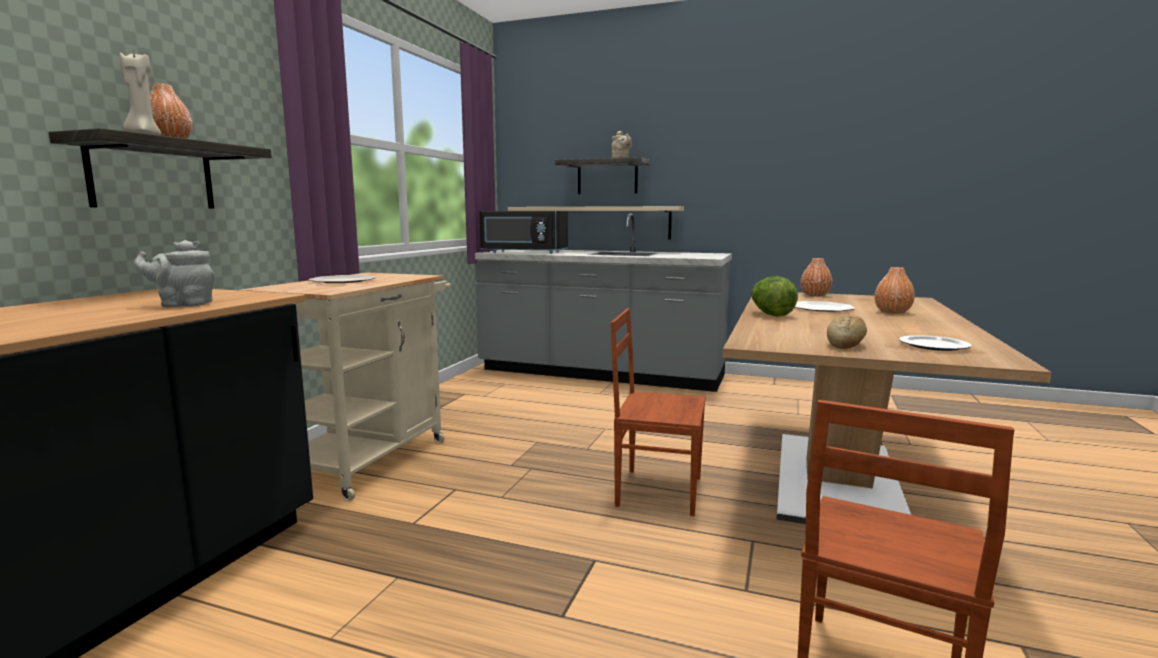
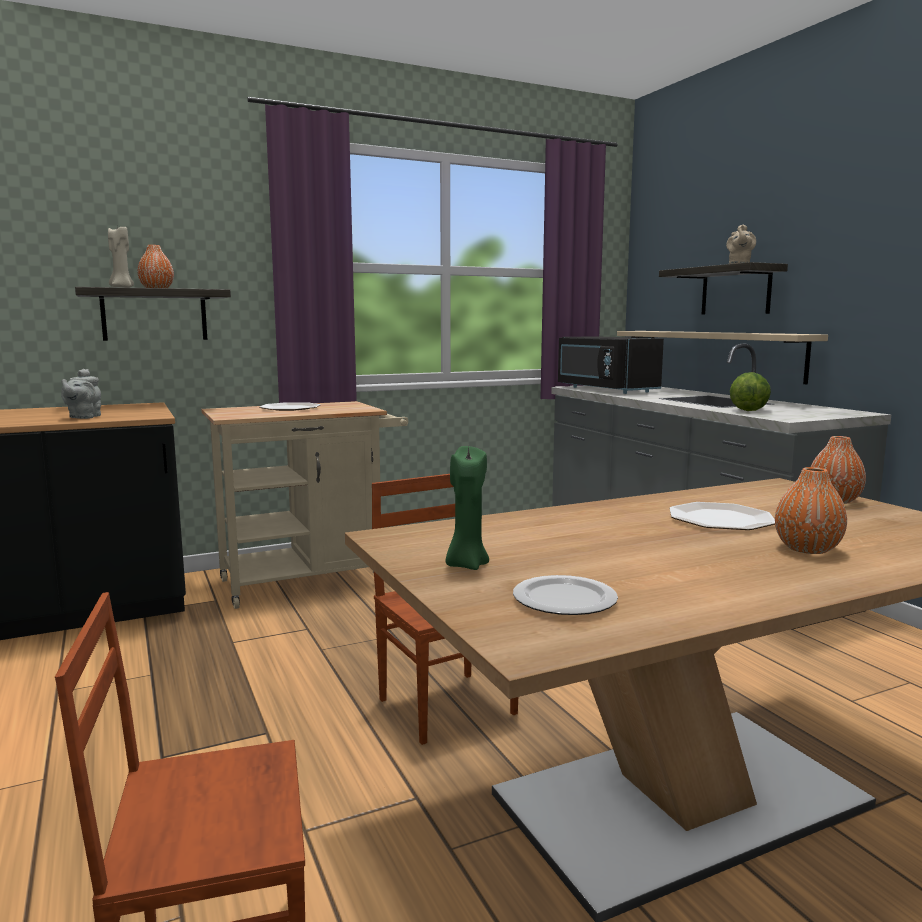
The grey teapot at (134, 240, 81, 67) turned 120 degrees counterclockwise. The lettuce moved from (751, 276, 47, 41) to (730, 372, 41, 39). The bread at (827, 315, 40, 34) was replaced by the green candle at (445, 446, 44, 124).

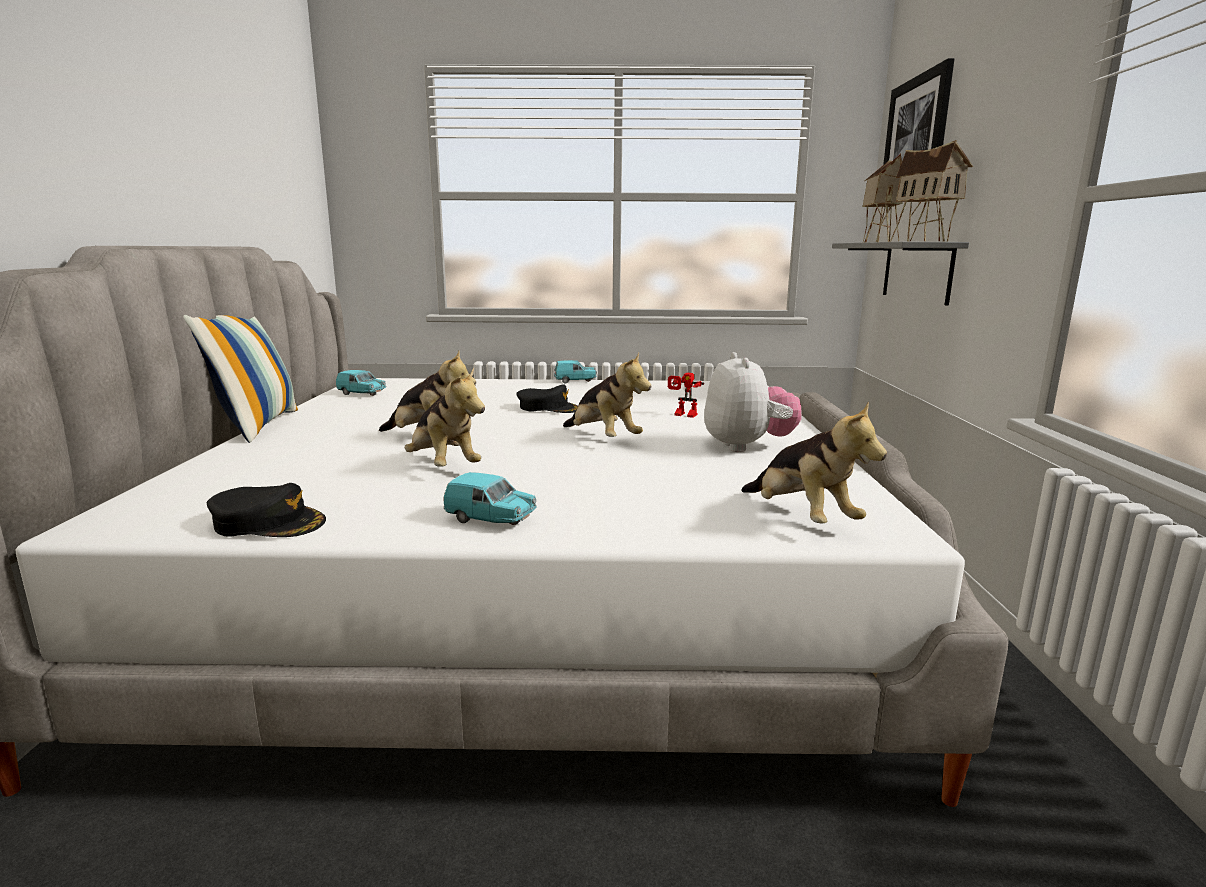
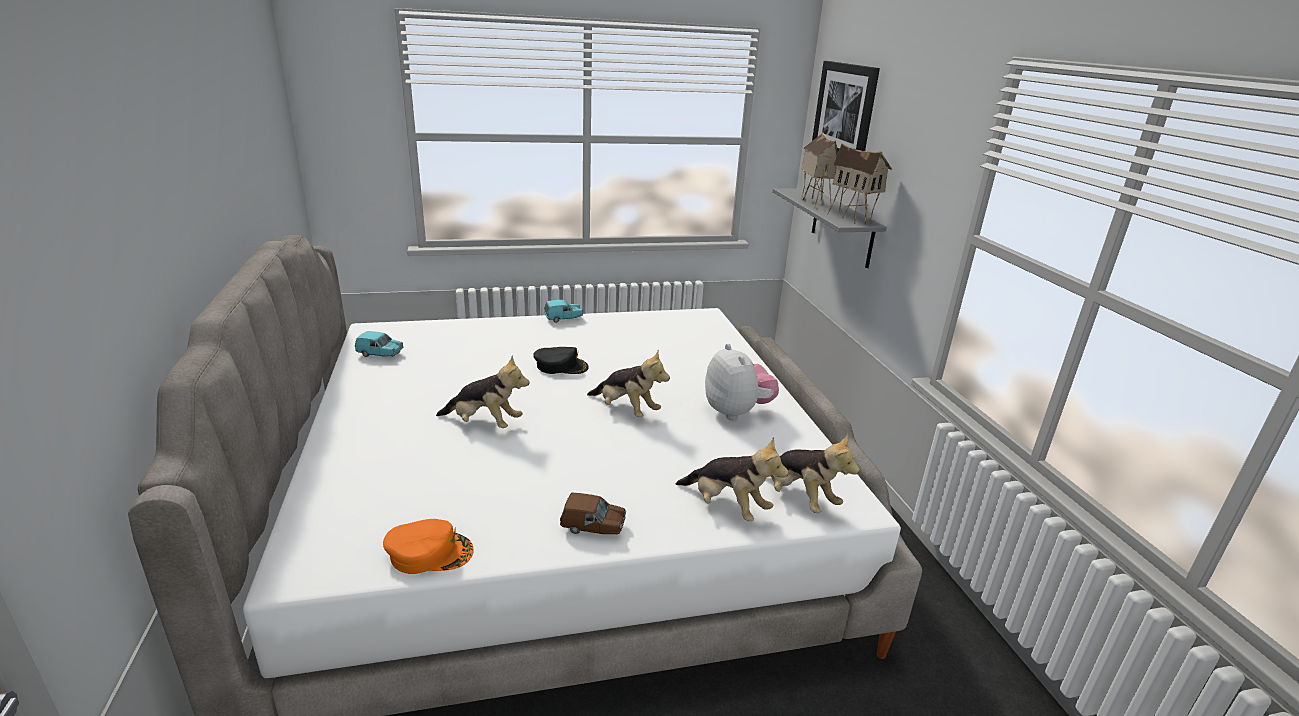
The pillow at (183, 315, 115, 128) disappeared. The plush toy moved from (405, 368, 80, 99) to (676, 437, 113, 84). The toy robot at (668, 373, 36, 45) disappeared. The turquoise toy car at (443, 472, 94, 53) became the brown toy car at (560, 493, 66, 41). The black cap at (207, 483, 119, 54) became the orange cap at (383, 519, 91, 55).

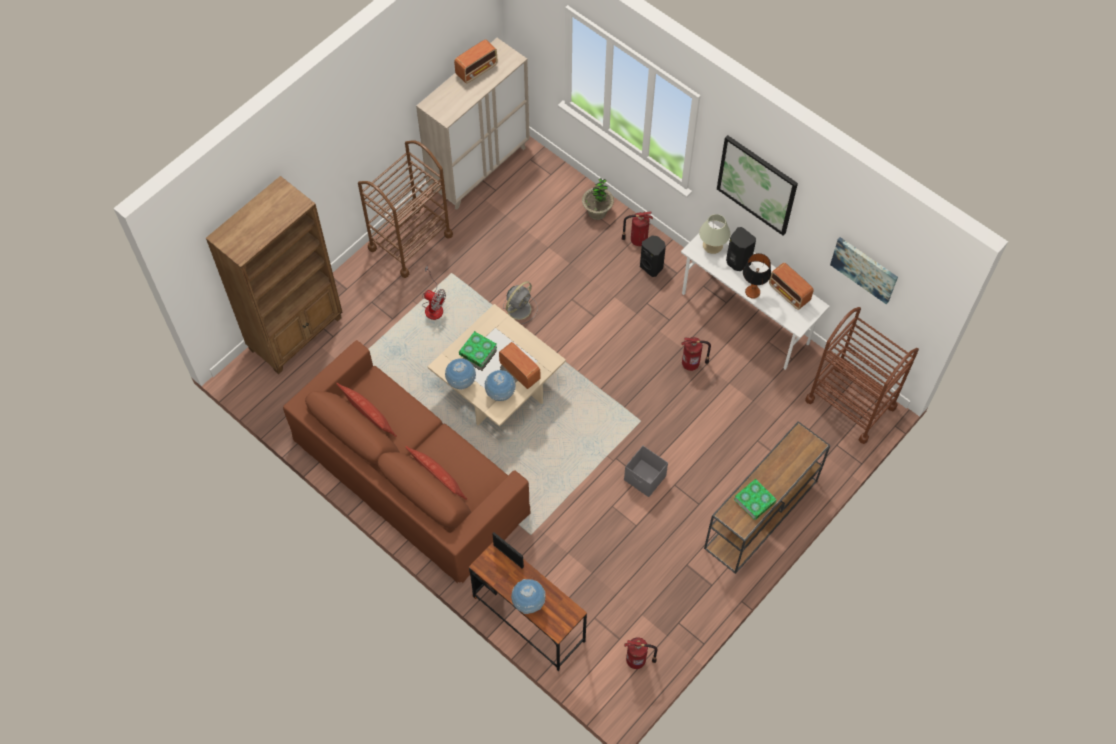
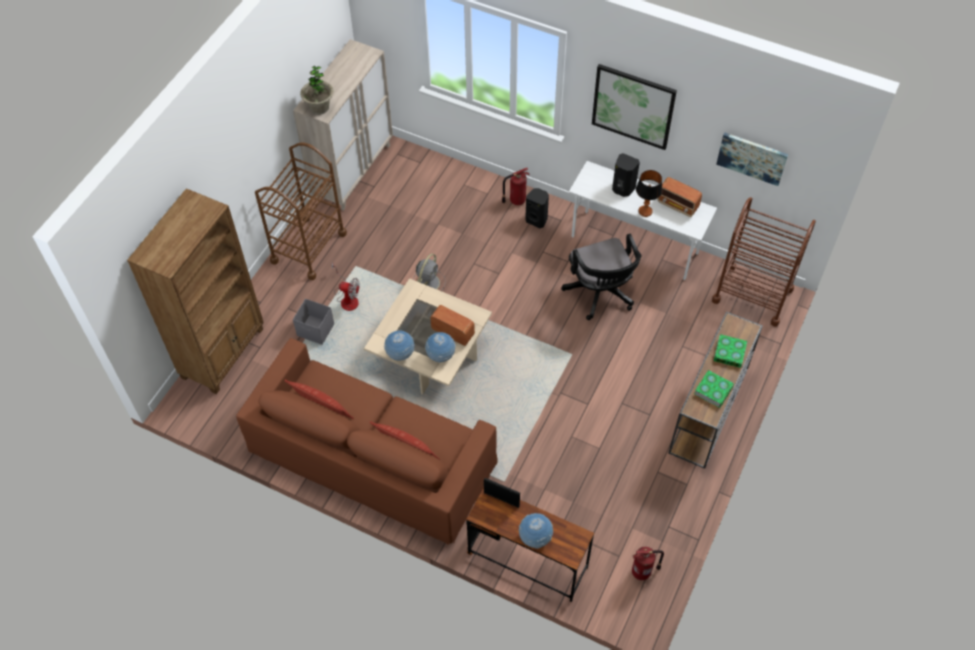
The radio at (454, 39, 43, 44) disappeared. The potted plant moved from (582, 178, 32, 42) to (300, 66, 33, 49). The beige table lamp at (699, 214, 31, 40) disappeared. The book moved from (459, 331, 38, 37) to (713, 334, 34, 34). The fire extinguisher at (681, 337, 30, 34) was replaced by the black office chair at (561, 234, 81, 86). The grey storage box moved from (624, 446, 44, 51) to (293, 299, 41, 46).

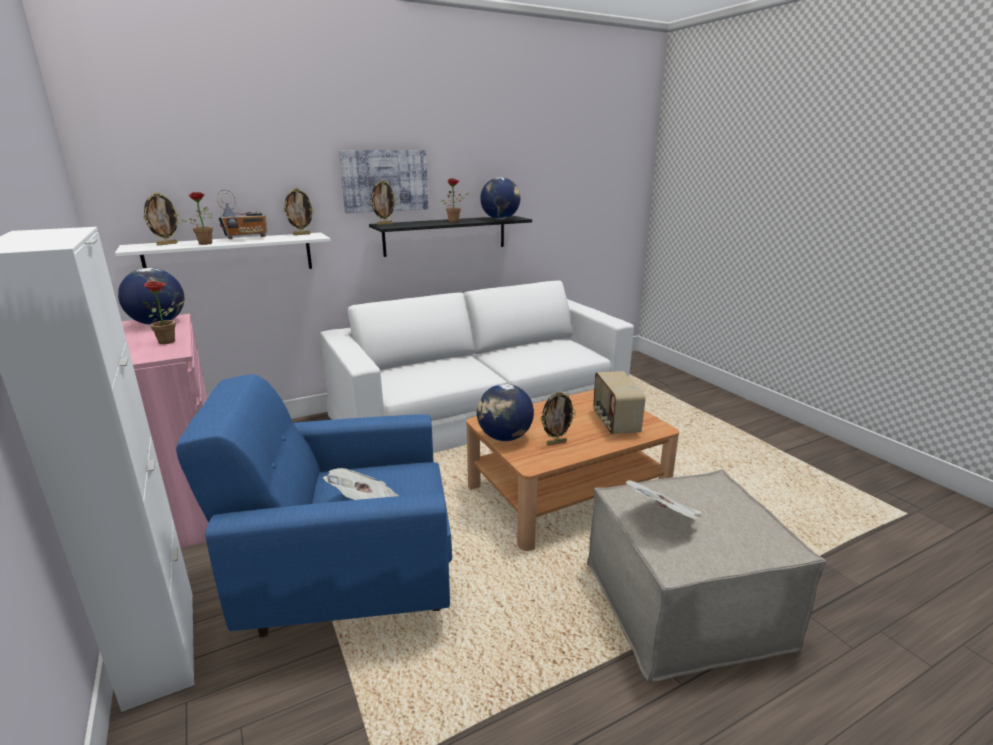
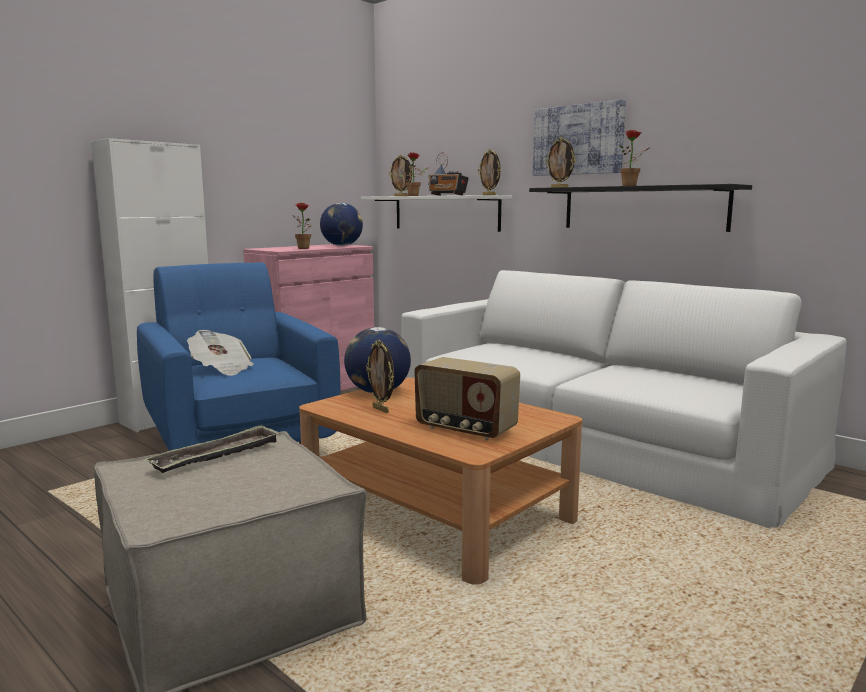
The globe at (480, 177, 40, 42) disappeared. The radio at (593, 371, 53, 63) turned 120 degrees counterclockwise. The newspaper at (626, 480, 75, 41) was replaced by the tray at (145, 425, 135, 48).

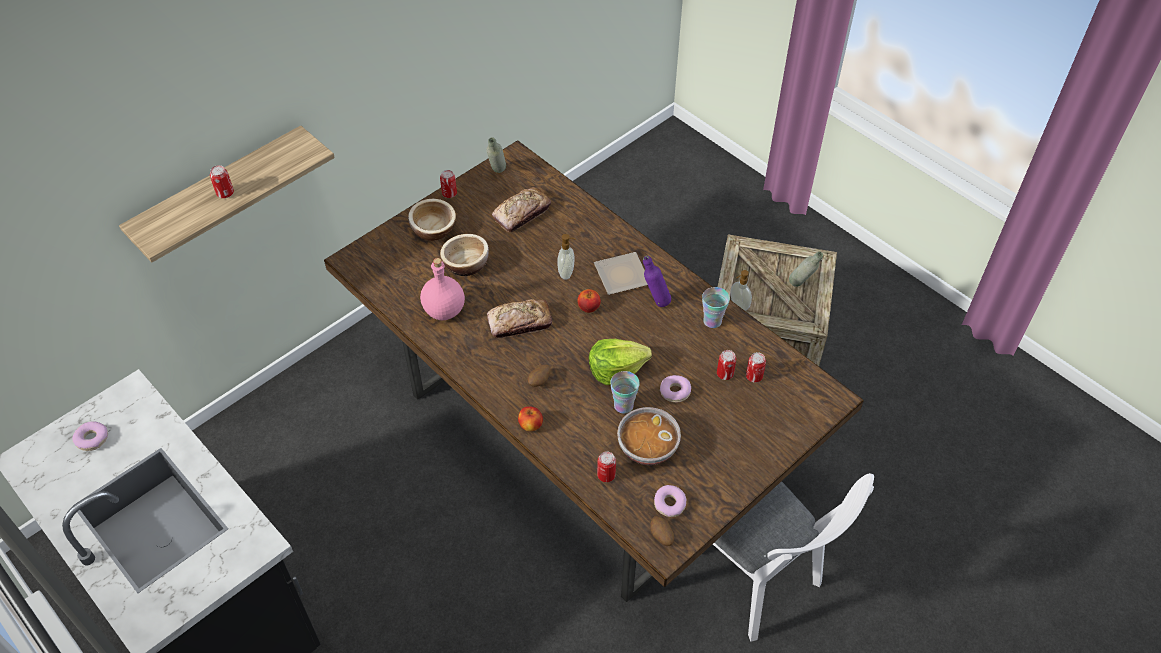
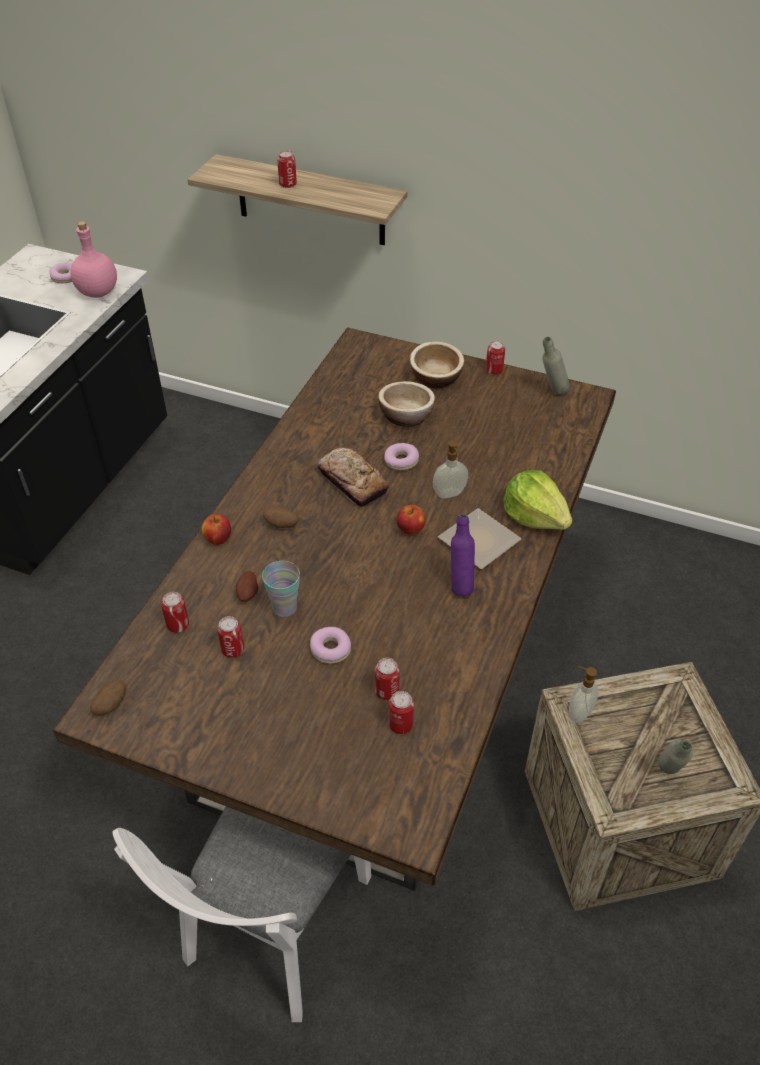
The bread at (492, 187, 59, 45) disappeared. The pink bottle moved from (420, 258, 45, 62) to (70, 221, 47, 77). The cup at (702, 287, 28, 41) disappeared. The lettuce moved from (589, 339, 63, 46) to (503, 470, 69, 60). The bowl at (617, 407, 64, 58) was replaced by the can at (217, 616, 28, 42). The donut moved from (654, 485, 33, 32) to (384, 443, 35, 27). The potato at (236, 571, 22, 31) appeared.

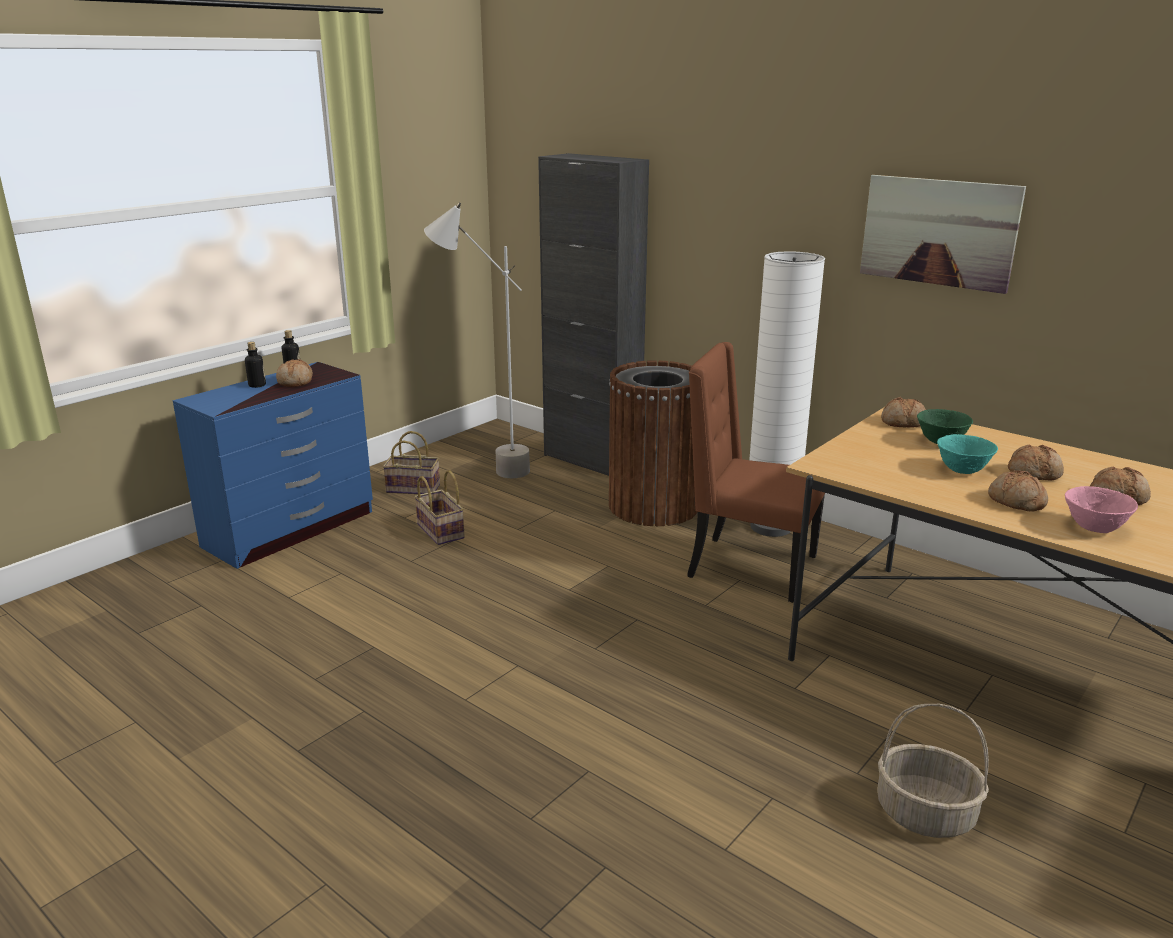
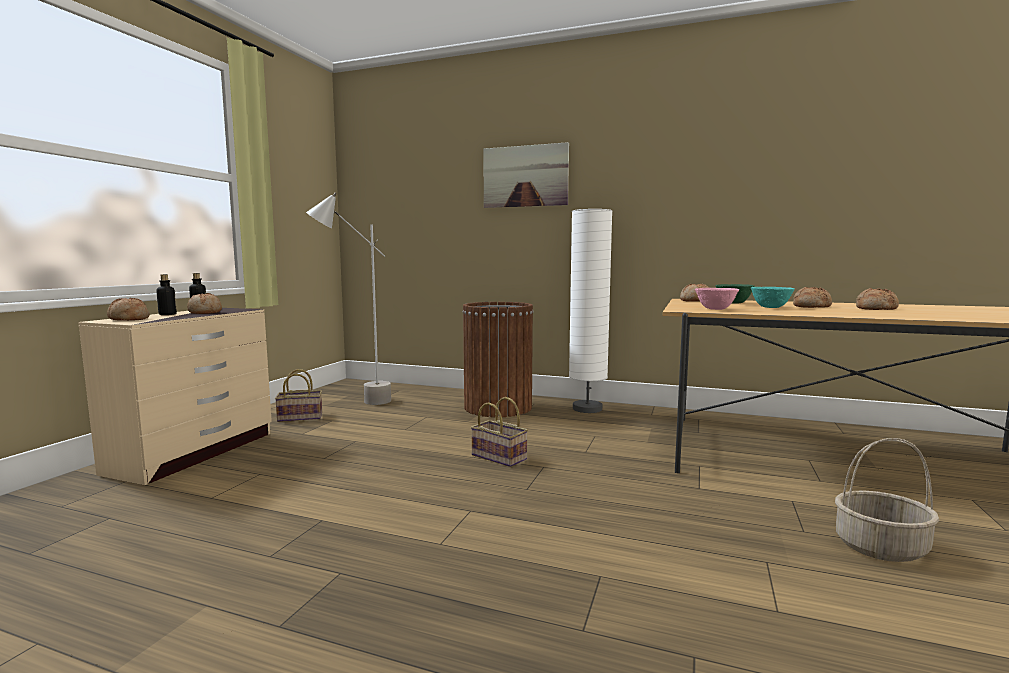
The black cabinet at (538, 153, 111, 323) disappeared. The picture moved from (860, 175, 166, 119) to (483, 142, 86, 66). The brown chair at (687, 342, 138, 261) disappeared. The blue dresser at (173, 362, 200, 207) became the beige dresser at (78, 308, 194, 177). The basket moved from (414, 470, 51, 75) to (471, 397, 57, 70). The bread moved from (988, 471, 60, 41) to (107, 298, 43, 23). The pink bowl moved from (1065, 486, 73, 47) to (695, 288, 44, 22).

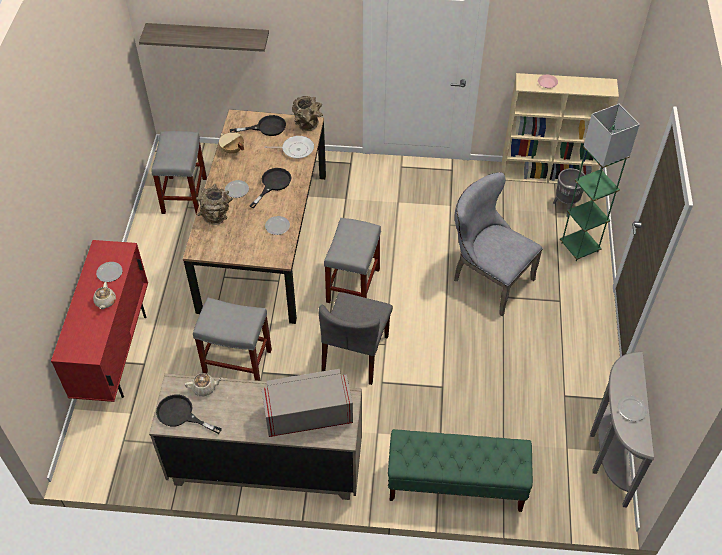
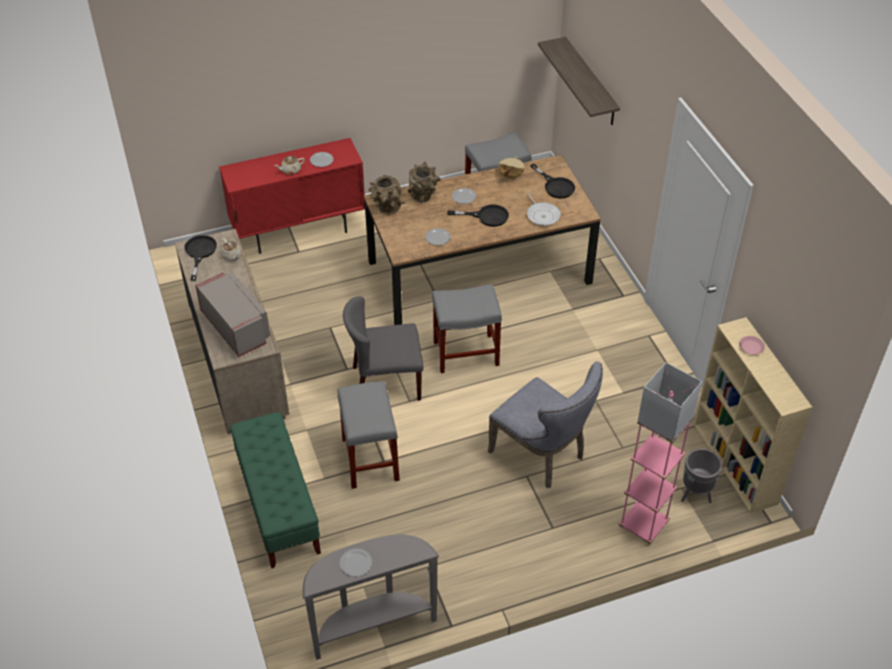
The brown vase moved from (292, 96, 31, 35) to (368, 175, 37, 40). The green floor lamp at (560, 104, 80, 157) became the pink floor lamp at (618, 362, 84, 183). The grey chair at (454, 172, 89, 144) turned 120 degrees clockwise. The grey stool moved from (193, 298, 79, 83) to (338, 381, 62, 108).

